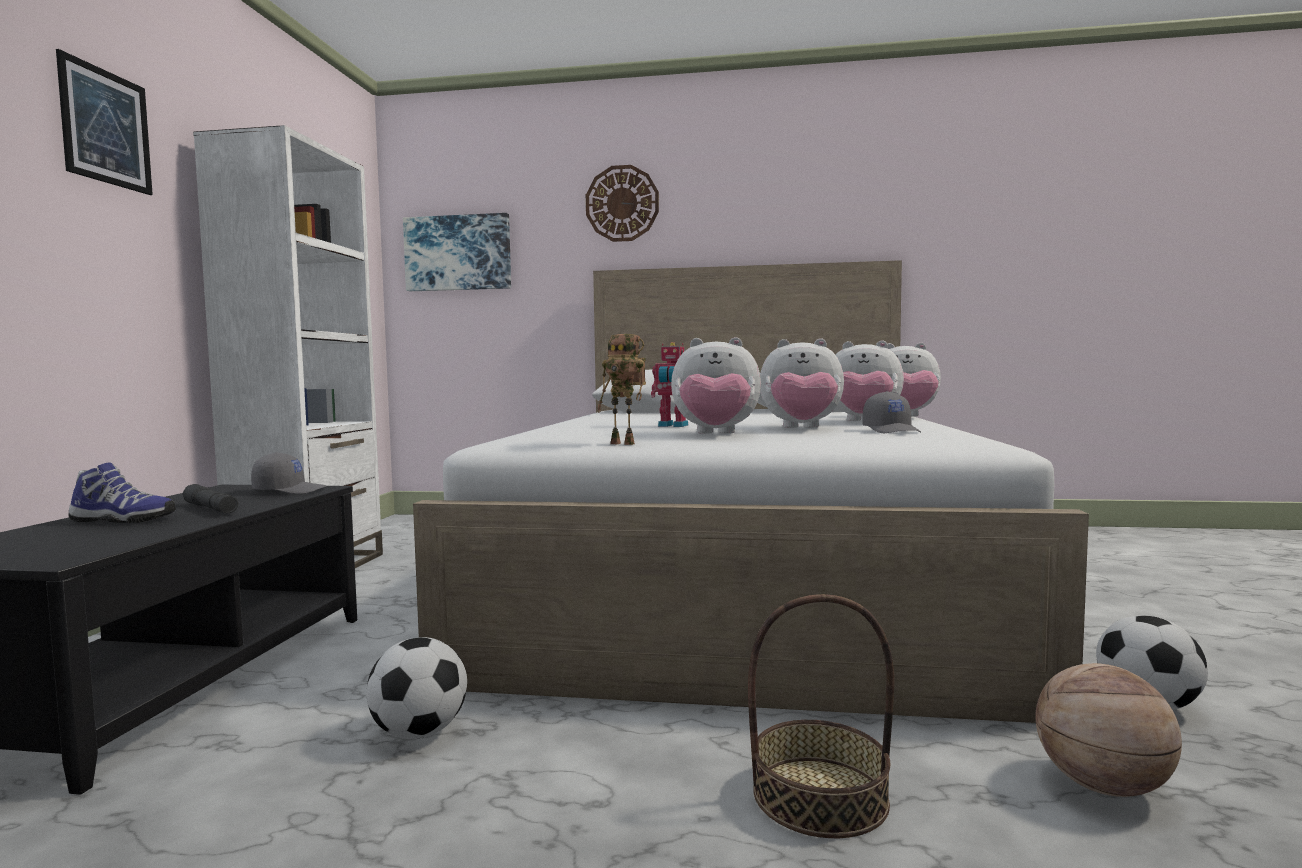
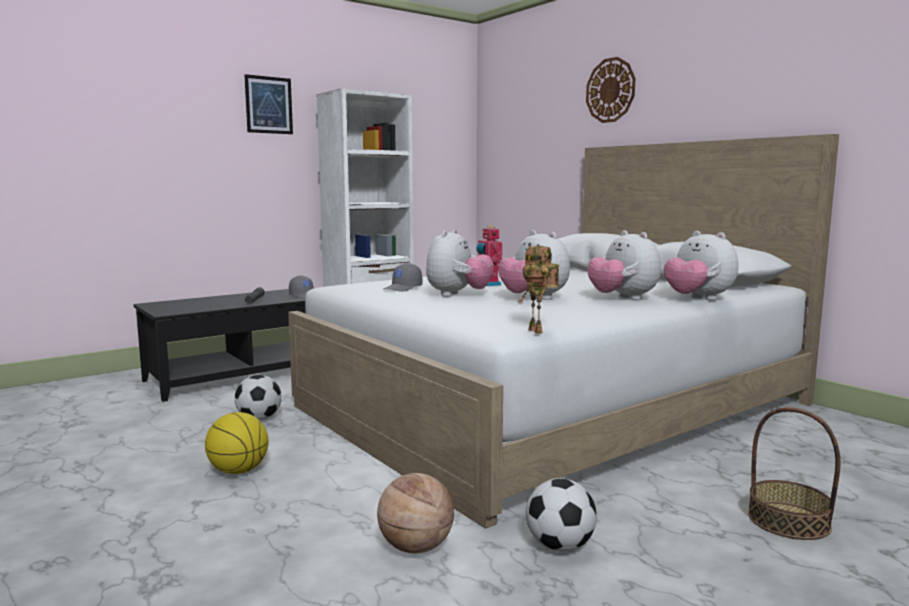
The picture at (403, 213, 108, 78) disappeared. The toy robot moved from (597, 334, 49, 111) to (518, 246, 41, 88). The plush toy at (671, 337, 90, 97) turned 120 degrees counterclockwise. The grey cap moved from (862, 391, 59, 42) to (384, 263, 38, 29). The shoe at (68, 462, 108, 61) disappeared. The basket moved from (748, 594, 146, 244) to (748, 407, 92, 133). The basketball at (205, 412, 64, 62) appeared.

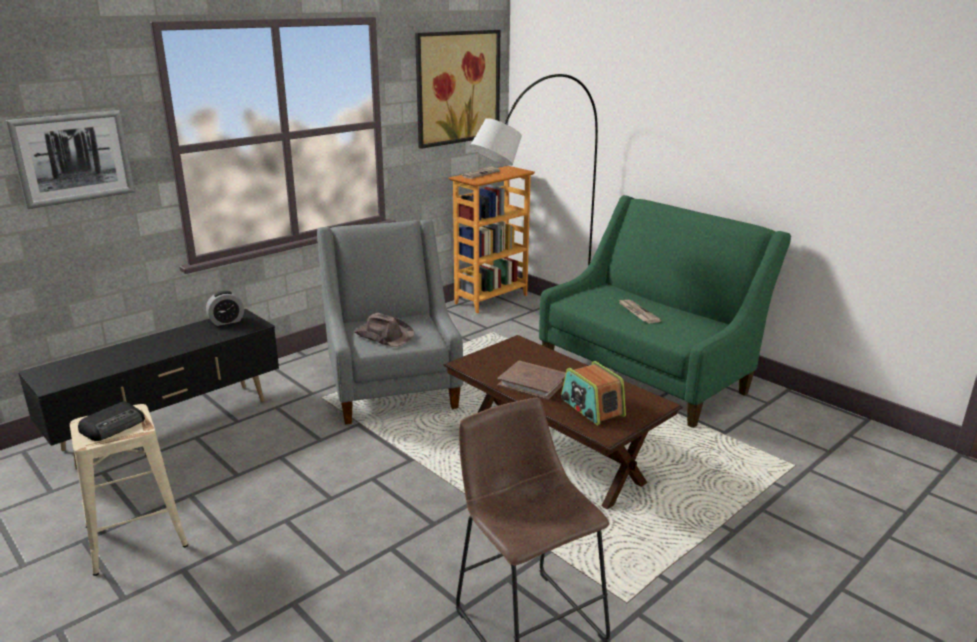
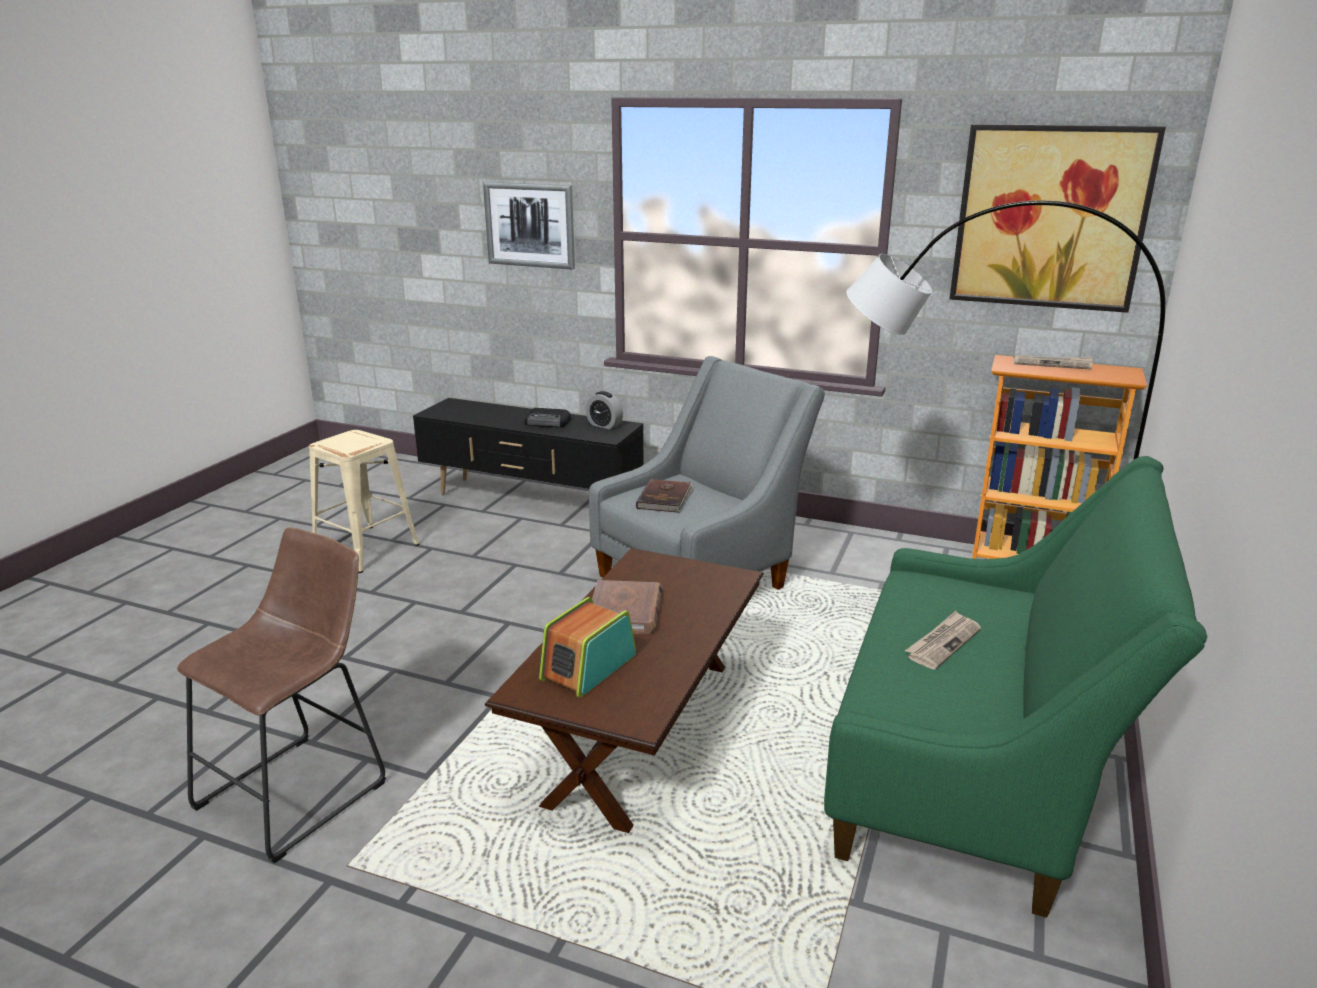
The brown hat at (354, 313, 61, 34) was replaced by the brown book at (636, 479, 58, 34). The radio moved from (78, 401, 67, 40) to (525, 408, 46, 19).

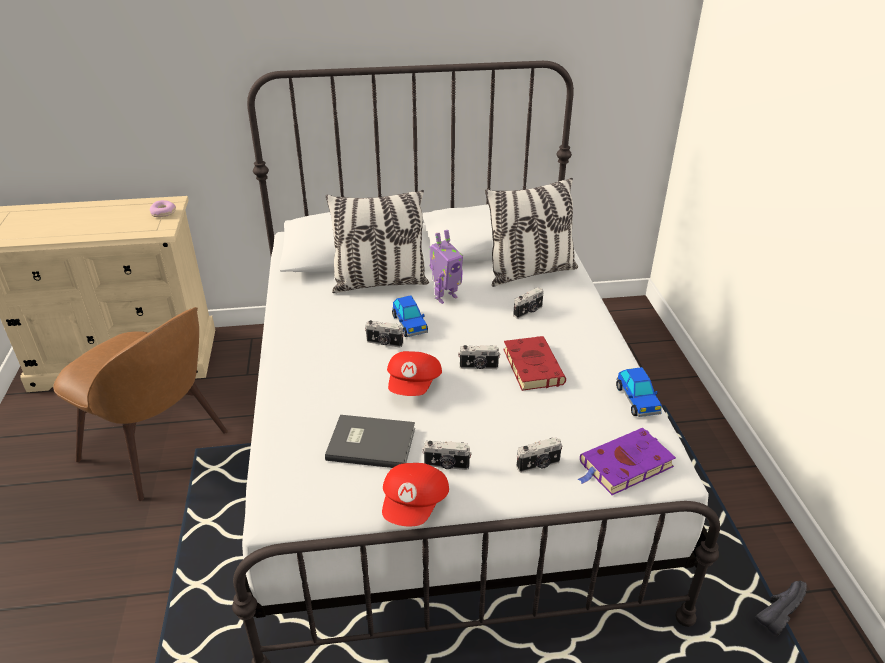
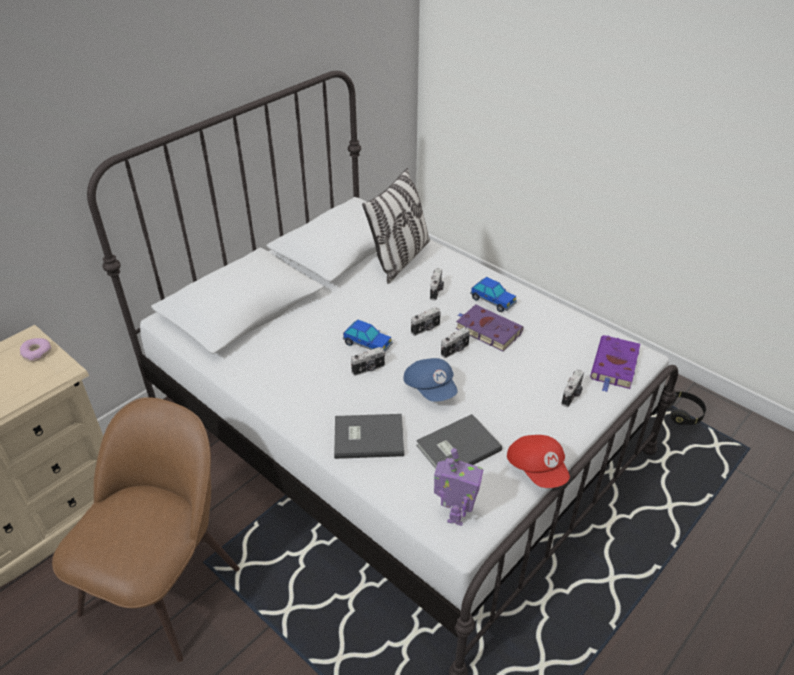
The pillow at (326, 190, 103, 103) disappeared. The toy robot moved from (430, 230, 33, 74) to (434, 448, 49, 78). The brown chair at (53, 307, 175, 194) turned 60 degrees counterclockwise. The red book at (503, 336, 63, 55) became the purple book at (456, 305, 67, 47). The red cap at (387, 351, 55, 45) became the blue cap at (403, 358, 55, 43). The toy car moved from (616, 367, 46, 50) to (470, 277, 47, 35). The photo camera moved from (422, 441, 50, 29) to (411, 307, 30, 29). The black shoe at (755, 581, 52, 56) was replaced by the black headphones at (667, 391, 39, 34). The grey book at (334, 414, 70, 45) appeared.

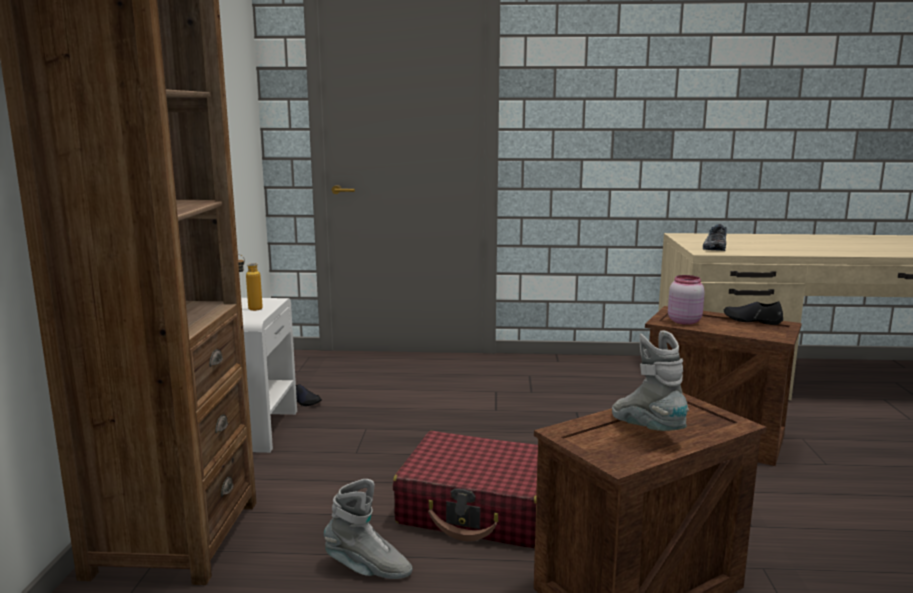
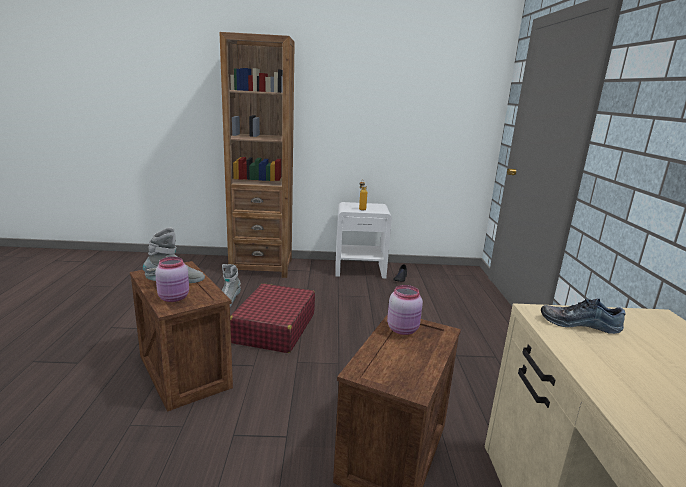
The black shoe at (724, 301, 59, 24) disappeared. The pink jar at (155, 257, 34, 45) appeared.

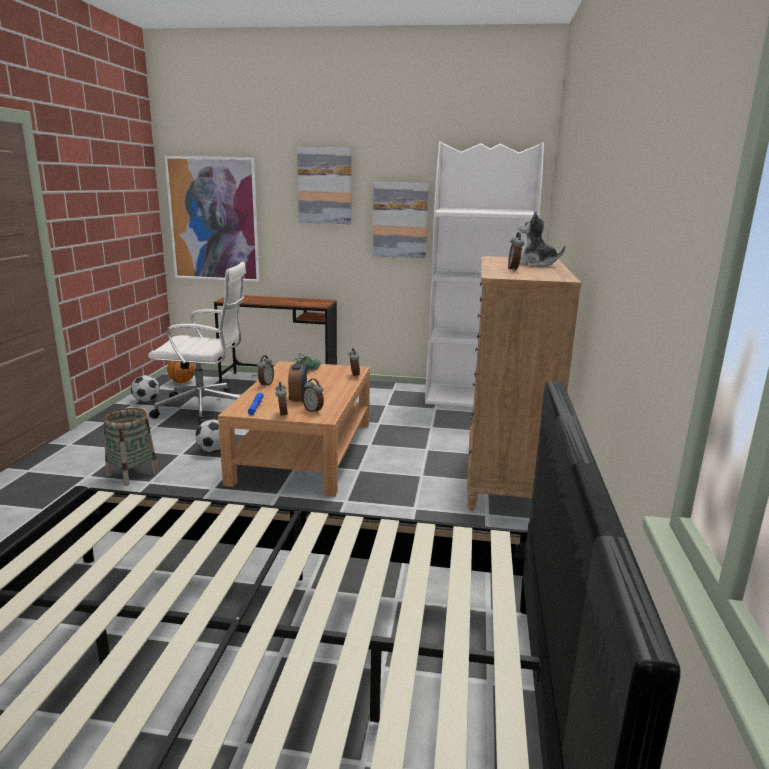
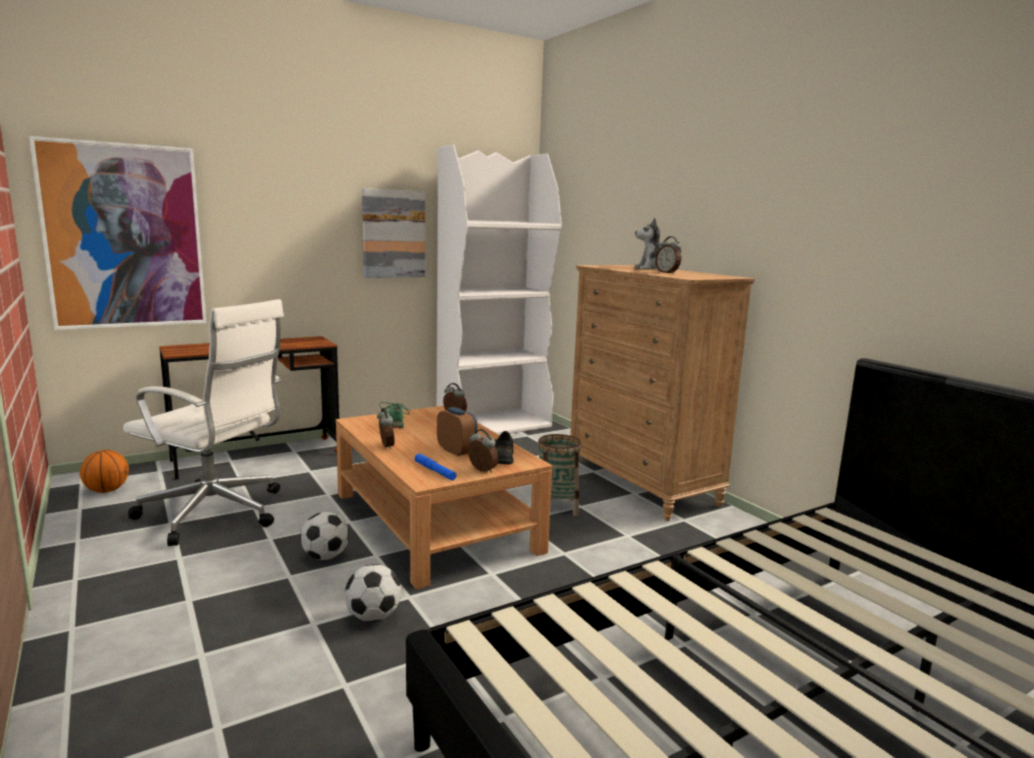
The picture at (297, 147, 55, 77) disappeared. The white office chair at (148, 262, 98, 163) turned 60 degrees clockwise. The football moved from (131, 375, 29, 27) to (345, 564, 56, 58). The alarm clock at (302, 379, 22, 34) was replaced by the black shoe at (495, 431, 18, 33). The basket moved from (103, 408, 55, 78) to (538, 434, 44, 82).

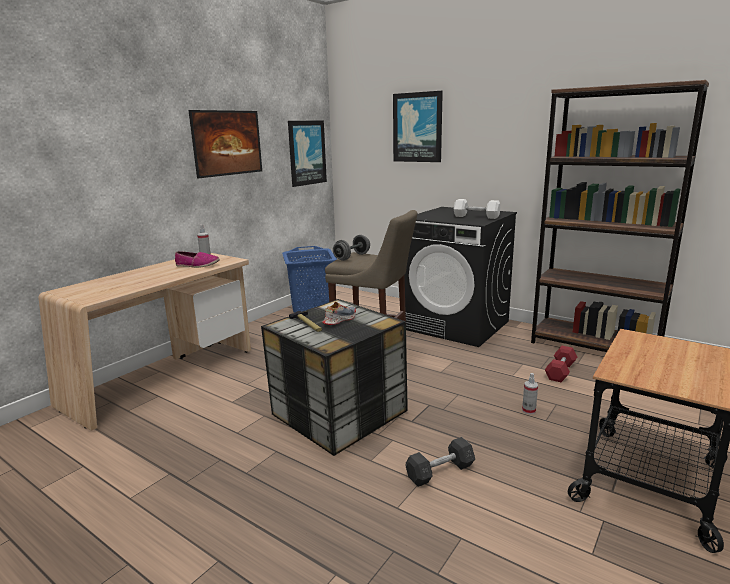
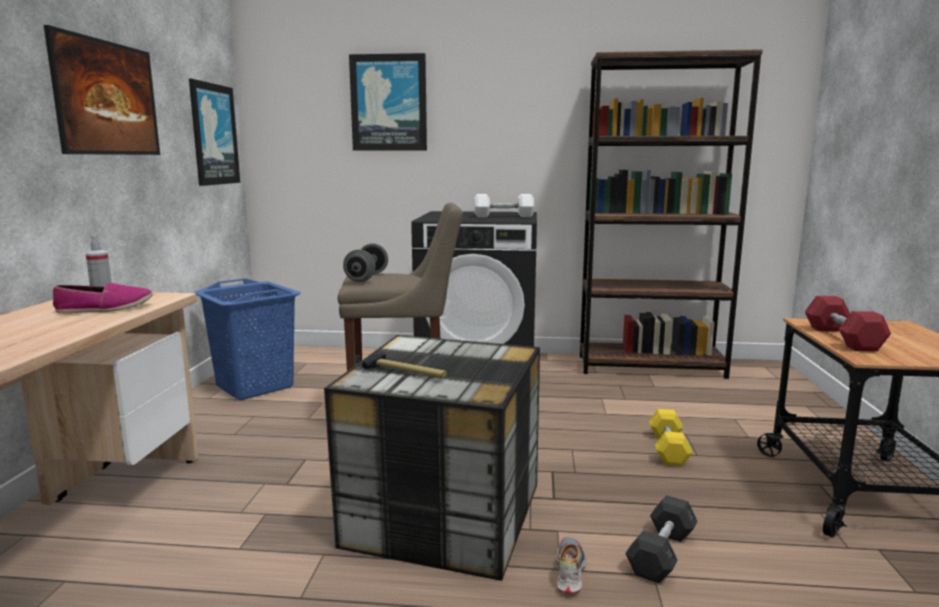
The shoe moved from (322, 302, 34, 23) to (556, 537, 30, 57). The red dumbbell moved from (545, 346, 32, 36) to (805, 296, 86, 55). The spray bottle at (522, 373, 16, 42) was replaced by the yellow dumbbell at (649, 409, 44, 57).

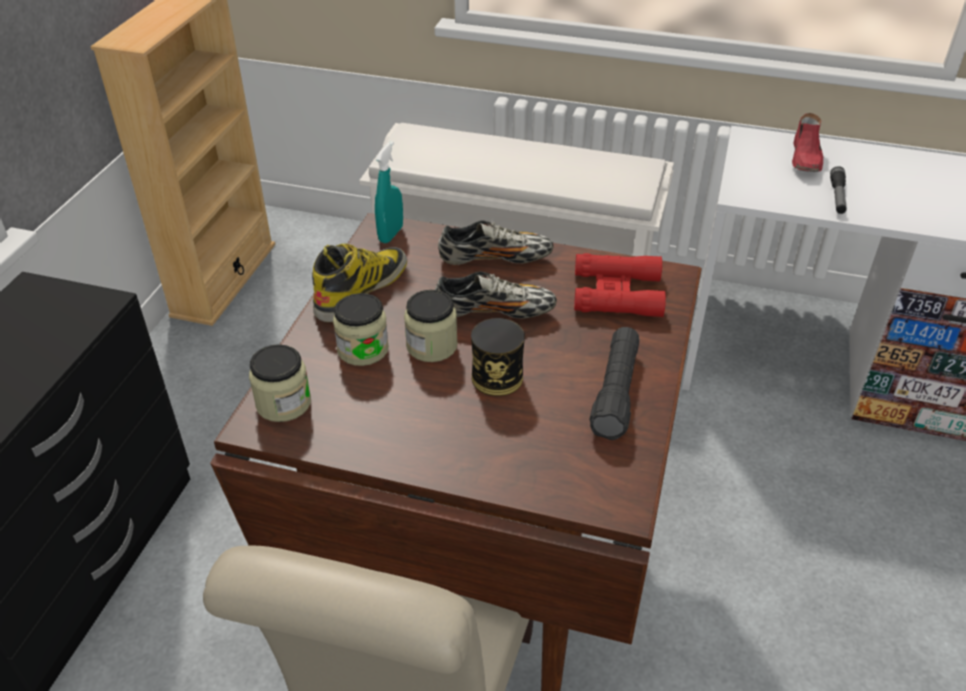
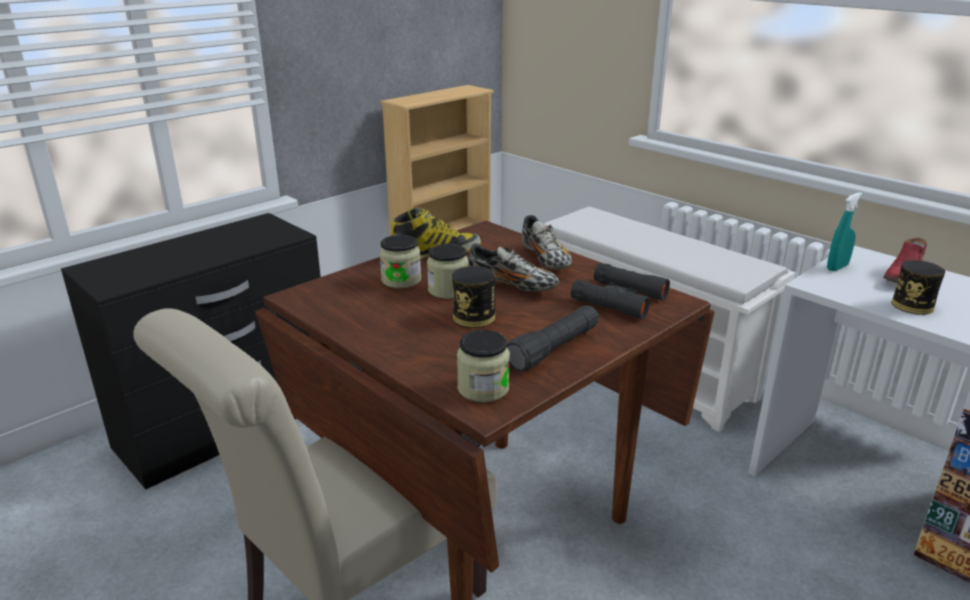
The turquoise spray bottle moved from (375, 141, 28, 102) to (827, 192, 35, 79). The flashlight at (830, 166, 16, 48) was replaced by the can at (892, 260, 53, 55). The shoe at (438, 221, 116, 44) turned 45 degrees clockwise. The red binoculars at (574, 253, 92, 64) became the black binoculars at (571, 263, 99, 57). The jar moved from (249, 344, 62, 78) to (457, 330, 53, 72).

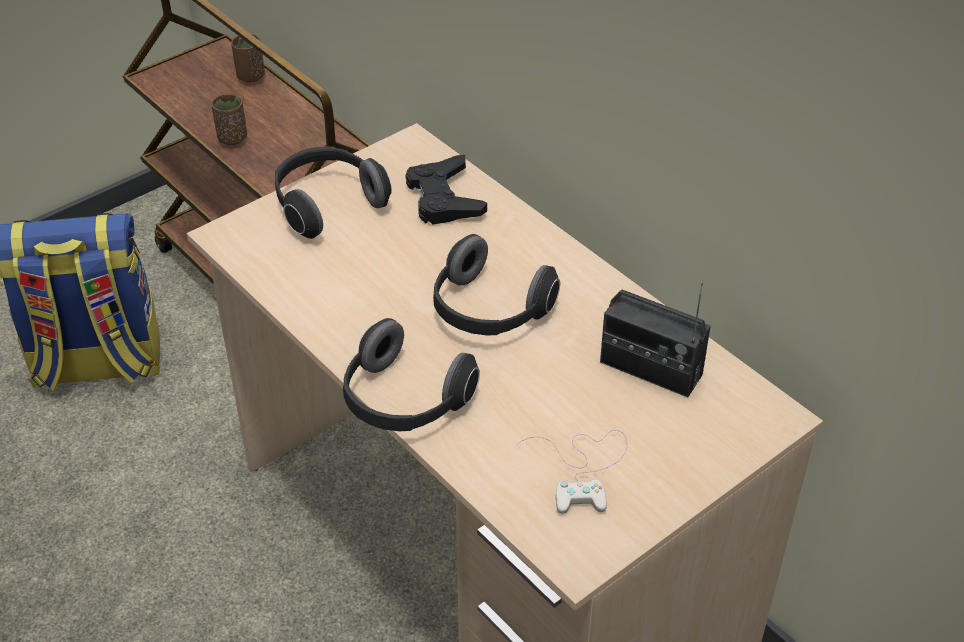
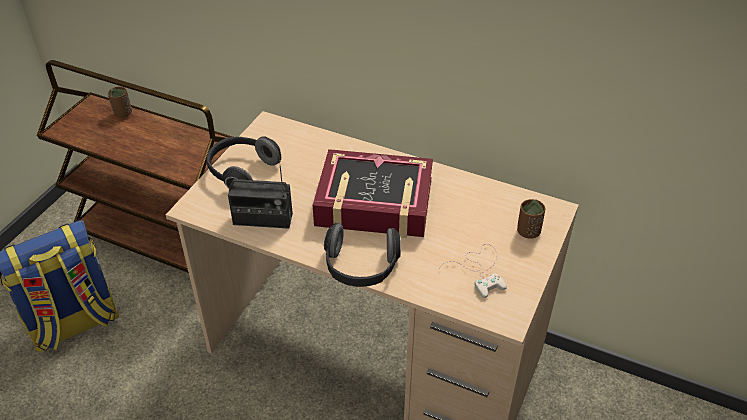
The brown cup moved from (211, 94, 36, 51) to (517, 199, 28, 40). The black game controller at (406, 155, 81, 70) disappeared. The headphones at (433, 234, 127, 102) was replaced by the book at (313, 149, 120, 89). The radio moved from (600, 282, 111, 115) to (228, 160, 65, 69).

